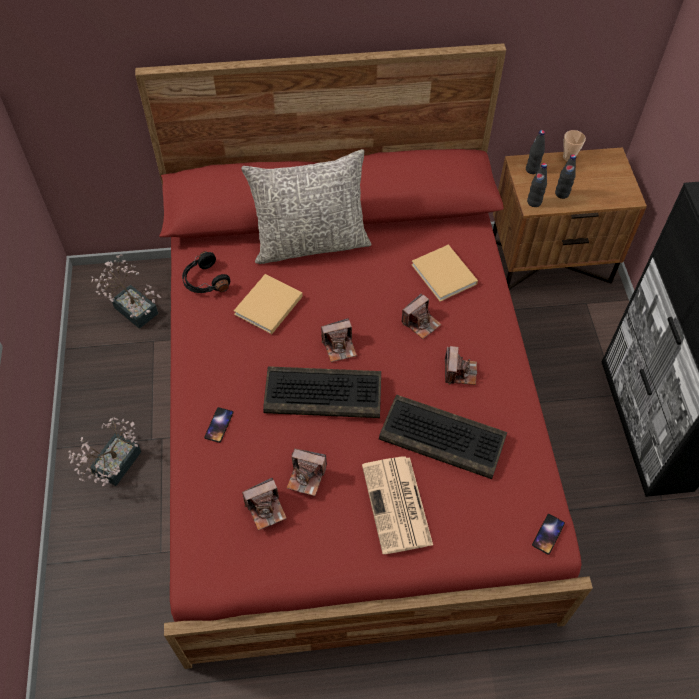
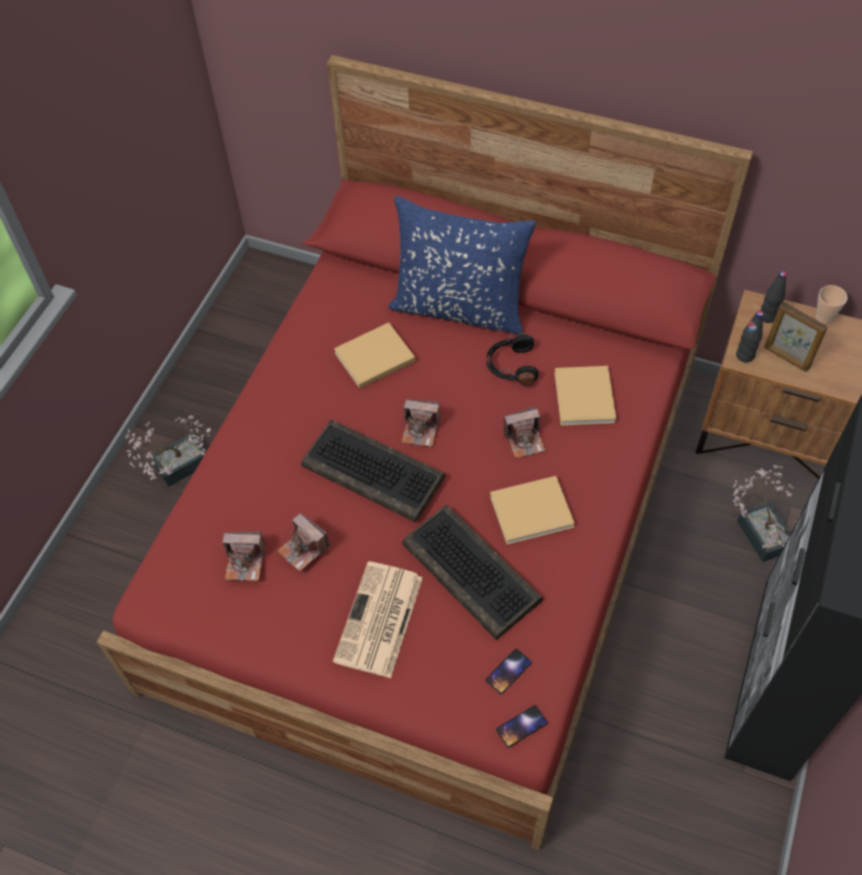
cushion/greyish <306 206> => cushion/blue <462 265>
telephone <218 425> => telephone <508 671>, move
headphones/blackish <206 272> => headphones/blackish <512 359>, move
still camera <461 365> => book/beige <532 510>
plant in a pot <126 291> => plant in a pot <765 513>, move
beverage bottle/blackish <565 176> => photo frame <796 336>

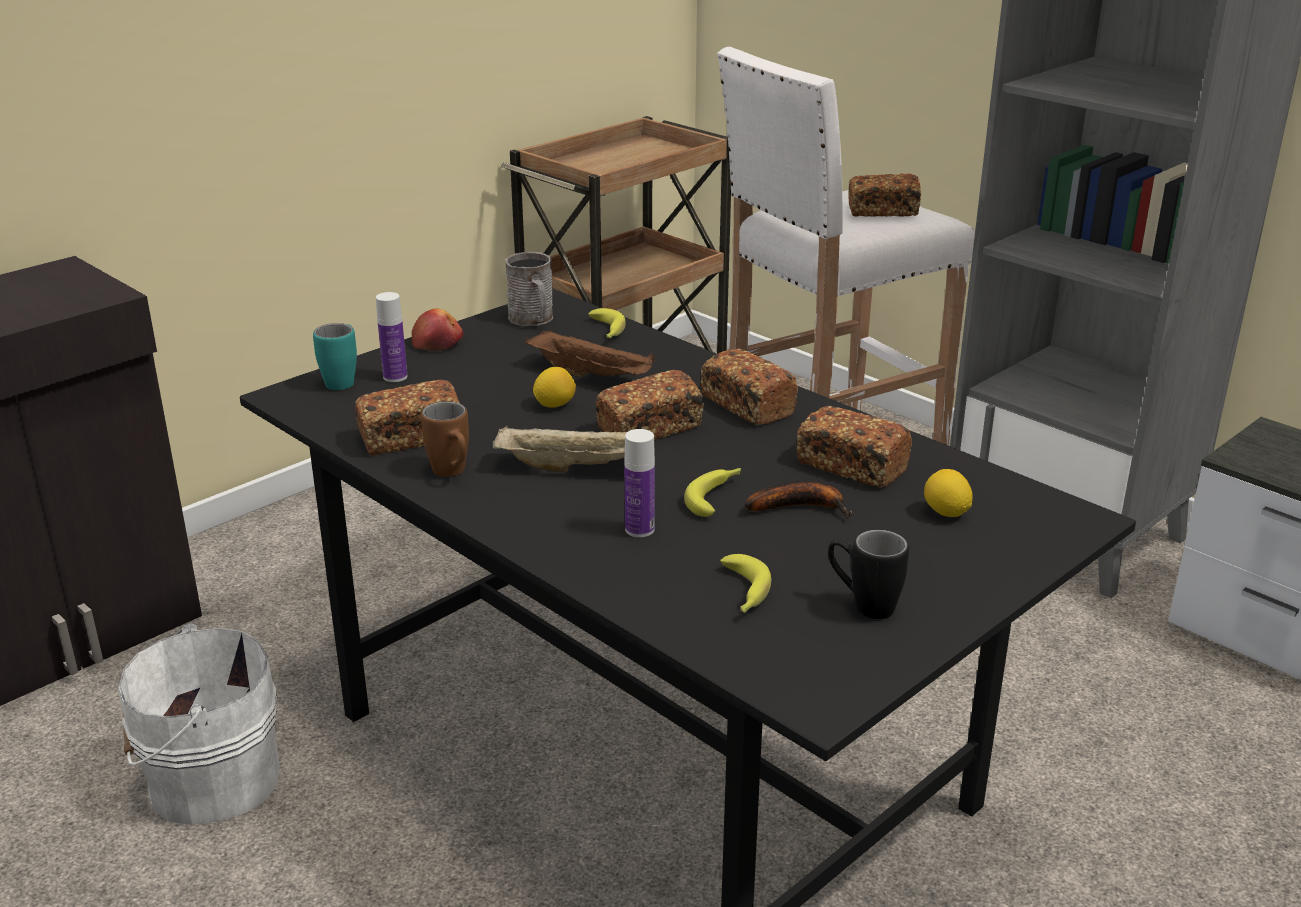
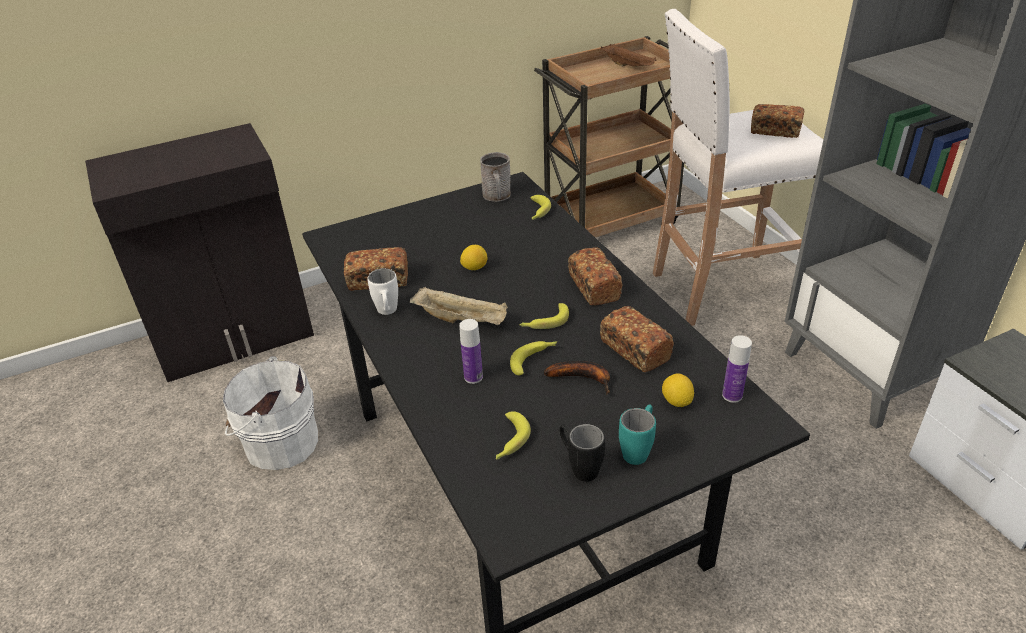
tea mug/brownish <445 439> => tea mug/white-coloured <382 291>
nothing => banana <544 316>
tray/brownish <590 354> => tray/brownish <628 55>, move
tea mug/turquoise <335 356> => tea mug/turquoise <637 434>, move
beverage bottle <391 337> => beverage bottle <737 369>, move
apple fruit <437 330> => nothing
bread <650 405> => nothing

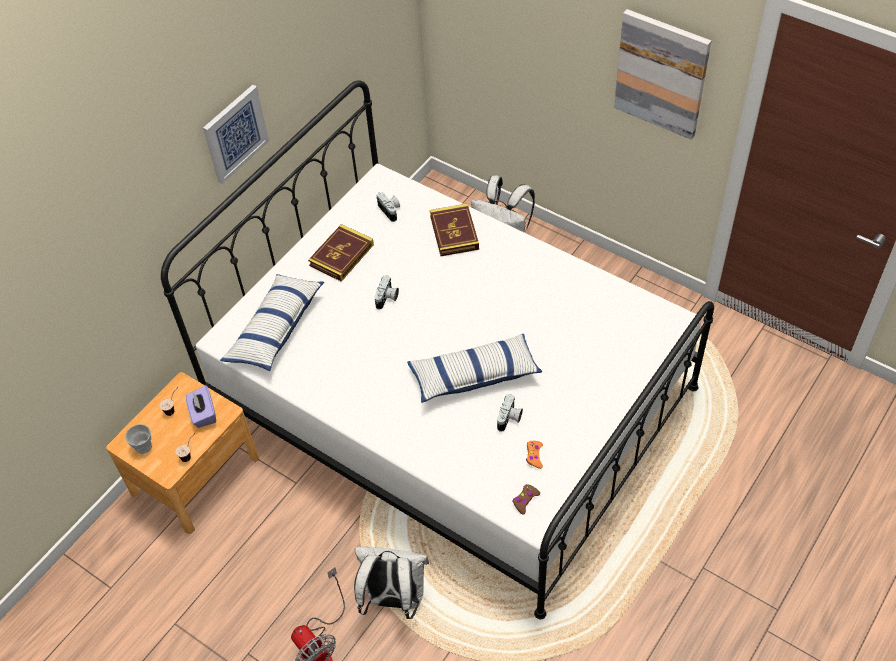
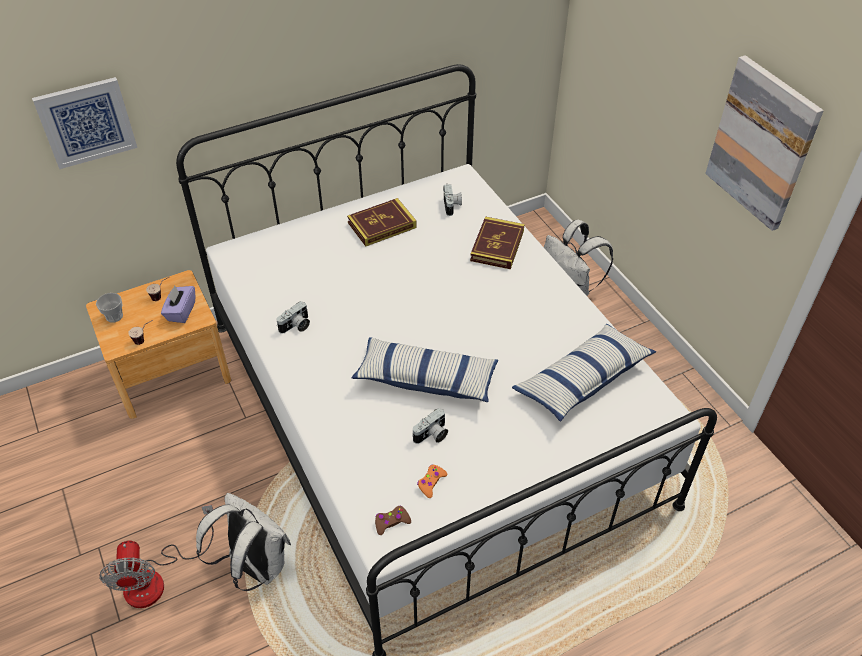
wall art <236 134> => wall art <84 123>, move
still camera <386 292> => still camera <293 317>, move
cushion <272 322> => cushion <584 373>, move

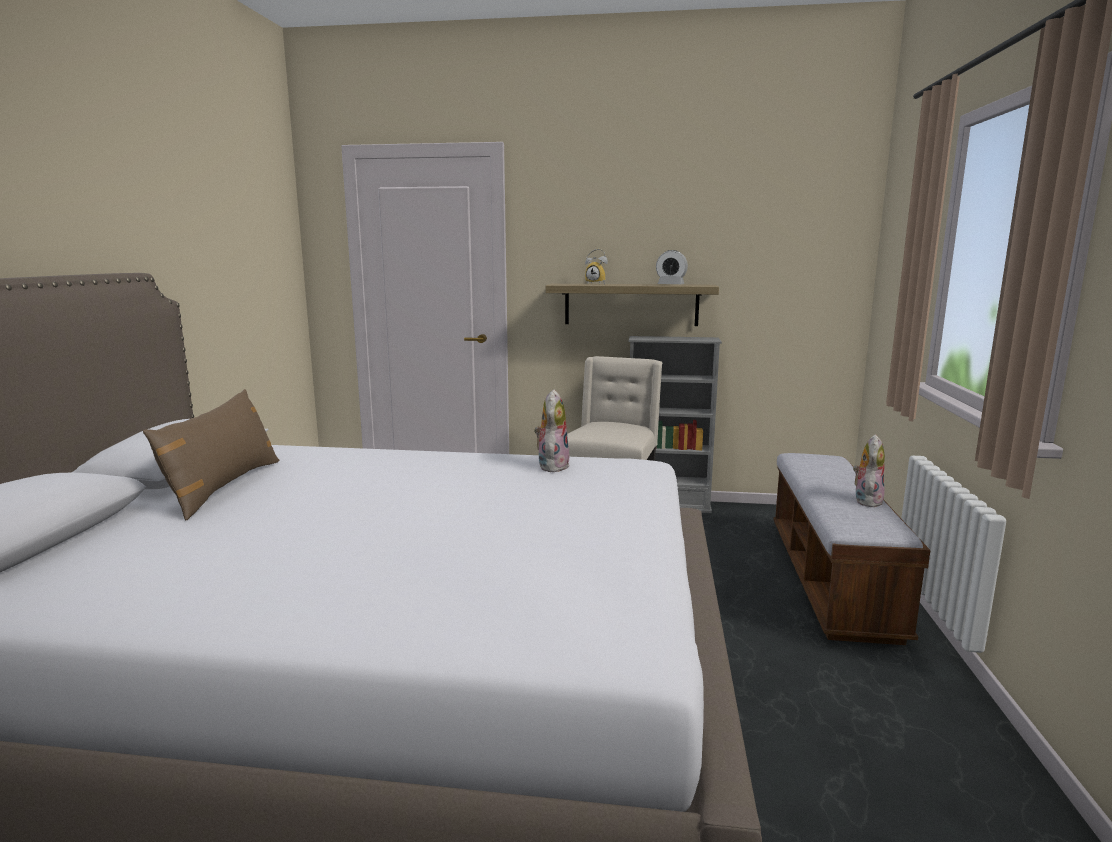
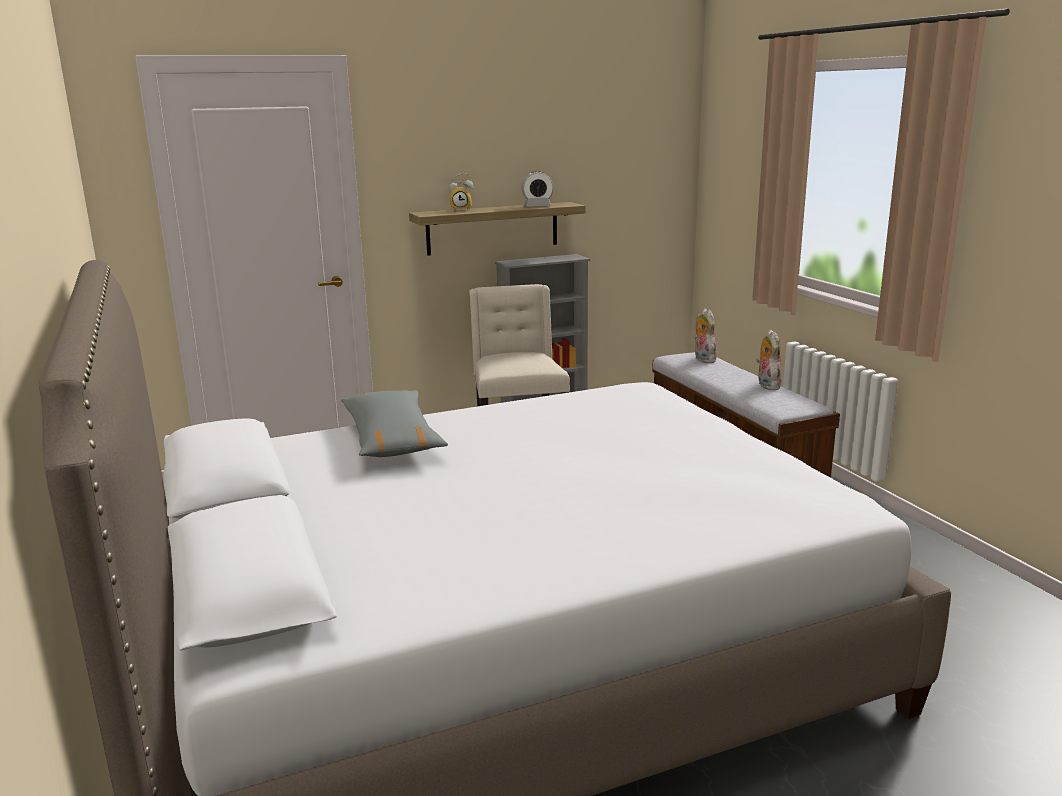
nothing => cushion/greyish <394 423>
plush toy <551 431> => plush toy <706 335>, move
cushion/brownish <211 455> => nothing

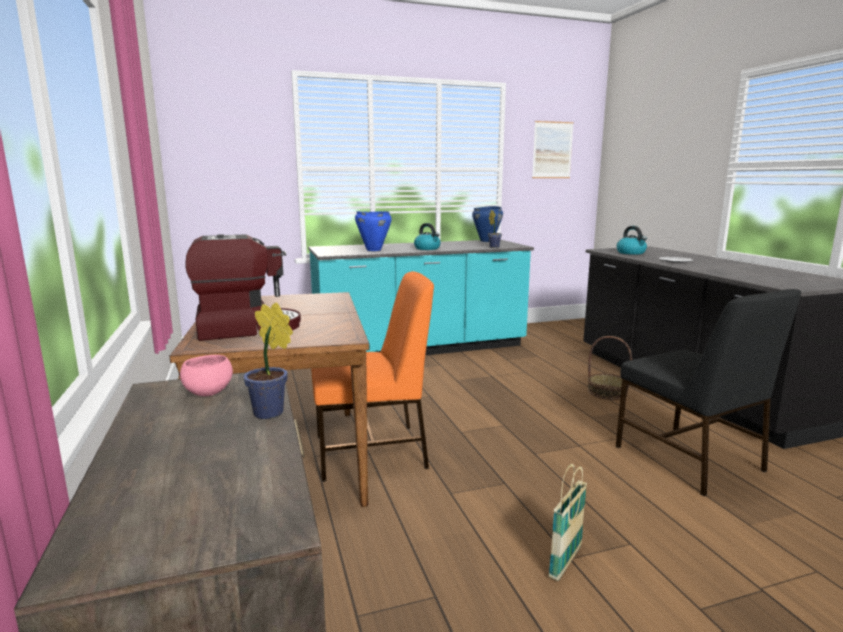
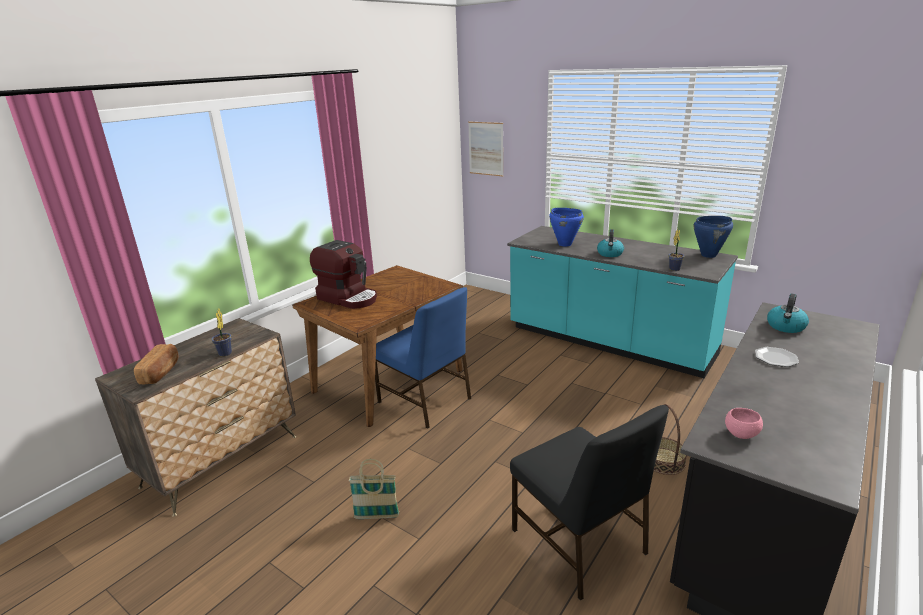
nothing => bread <156 364>
chair/orangey <372 376> => chair/blue <423 358>
wall art <553 149> => wall art <486 149>, move
chair/blackish <708 392> => chair/blackish <589 502>, 60 degrees counterclockwise
deep dish/pinkish <206 375> => deep dish/pinkish <744 423>, move

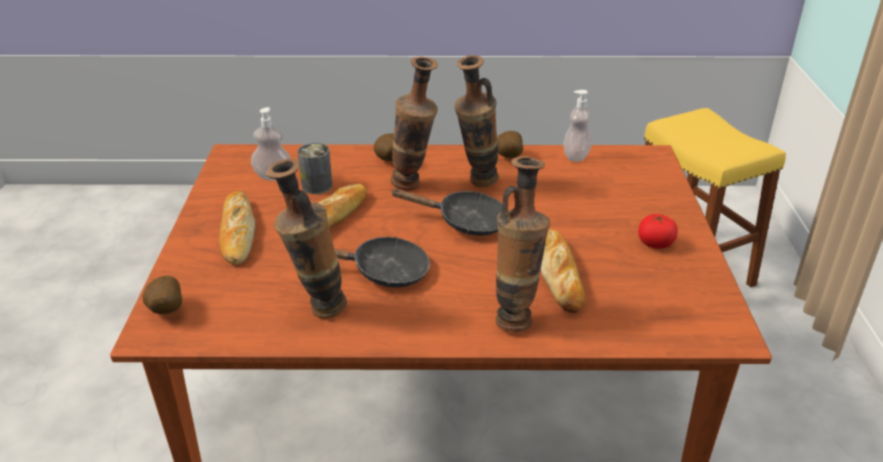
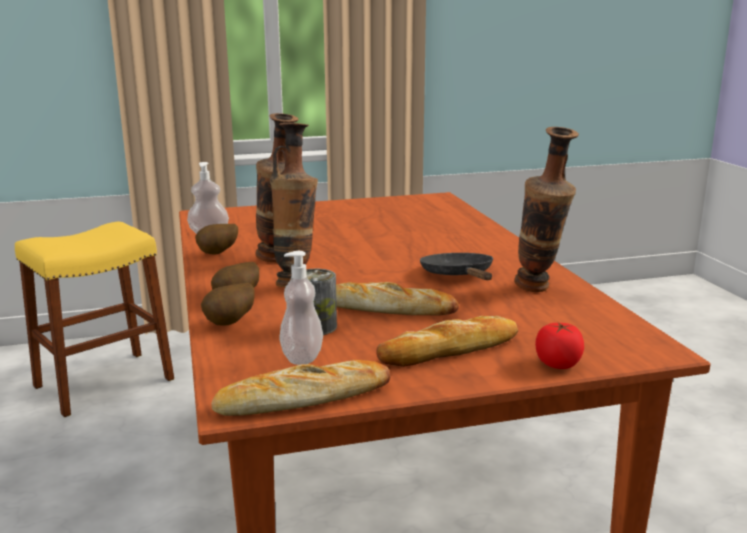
potato <162 295> => potato <228 304>, move
bread <563 271> => bread <301 388>, move
whole tomato <658 231> => whole tomato <559 345>, move
pan/blackish <446 212> => nothing
vase <522 244> => nothing

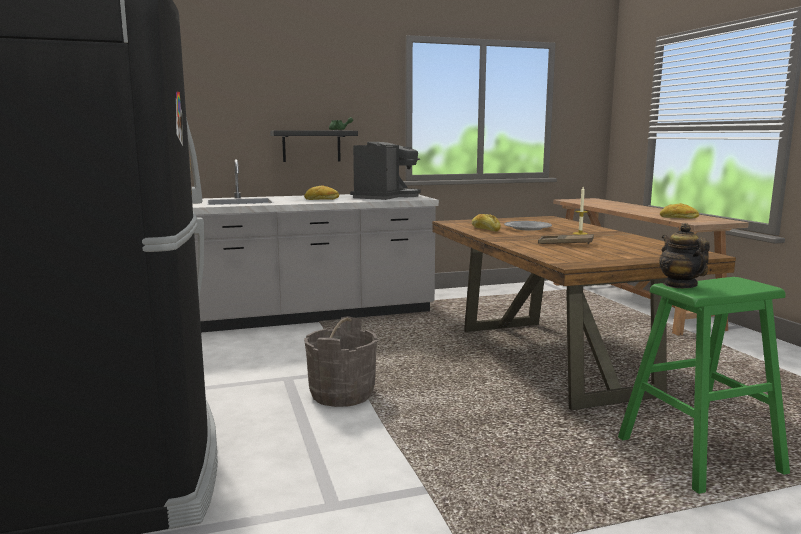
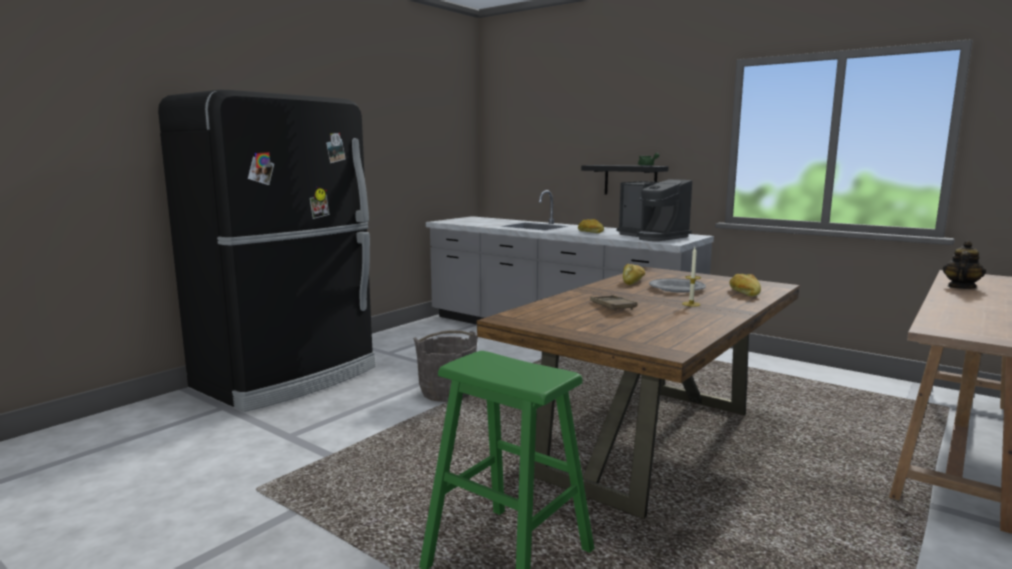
coffee brewer <385 171> => coffee brewer <654 210>, 60 degrees clockwise
bread <679 211> => bread <745 285>, move
pot for tea <684 255> => pot for tea <964 265>, move

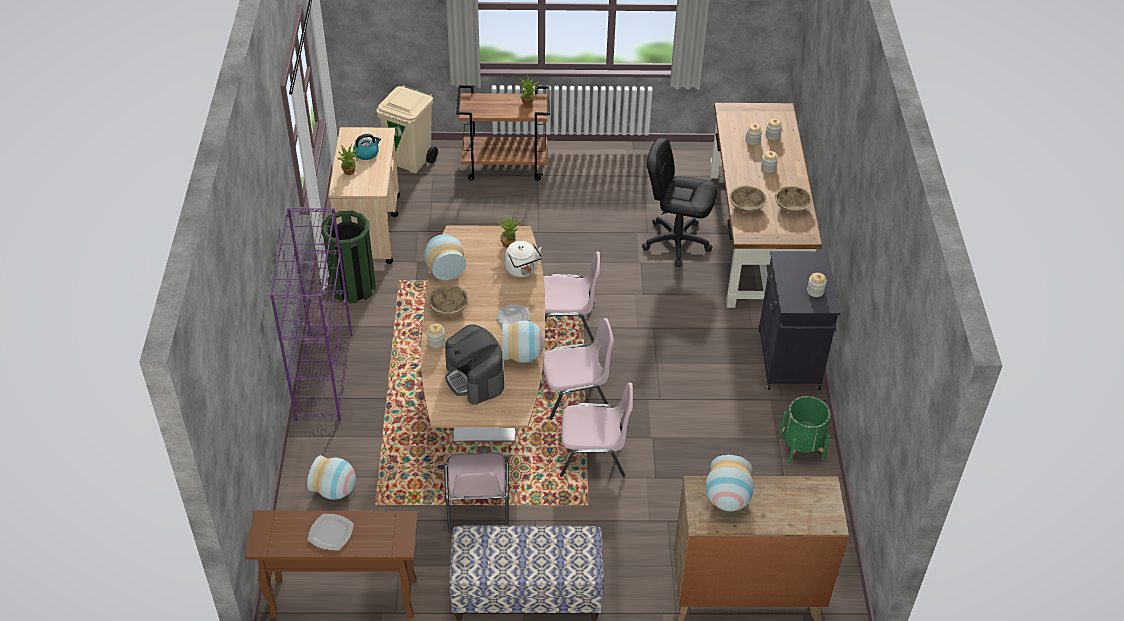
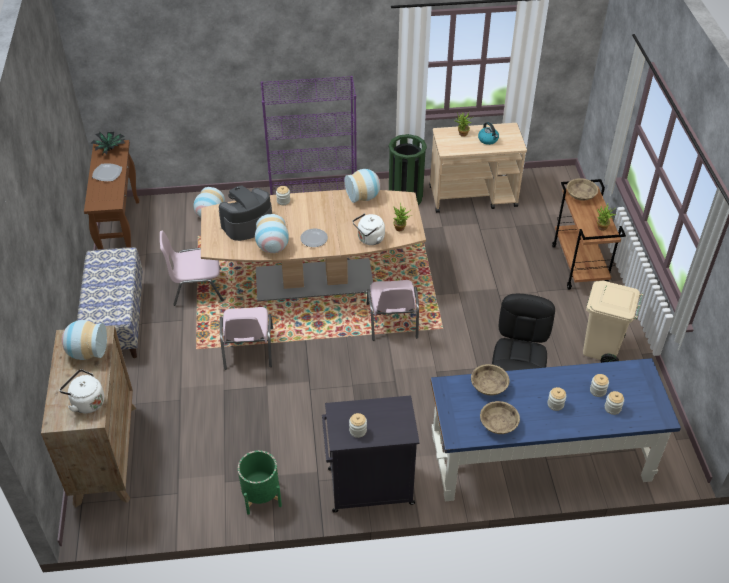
nothing => kettle/white-coloured <82 391>
nothing => plant in a pot <107 144>
desk/brownish <766 205> => desk/blue <555 429>
deep dish/beige <448 300> => deep dish/beige <582 189>, move
waste bin/beige <407 129> => waste bin/beige <613 322>, move
chair/pinkish <578 369> => nothing

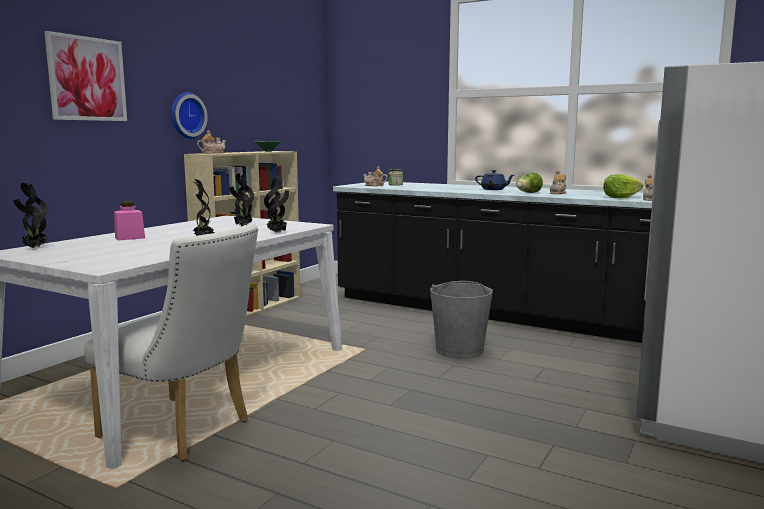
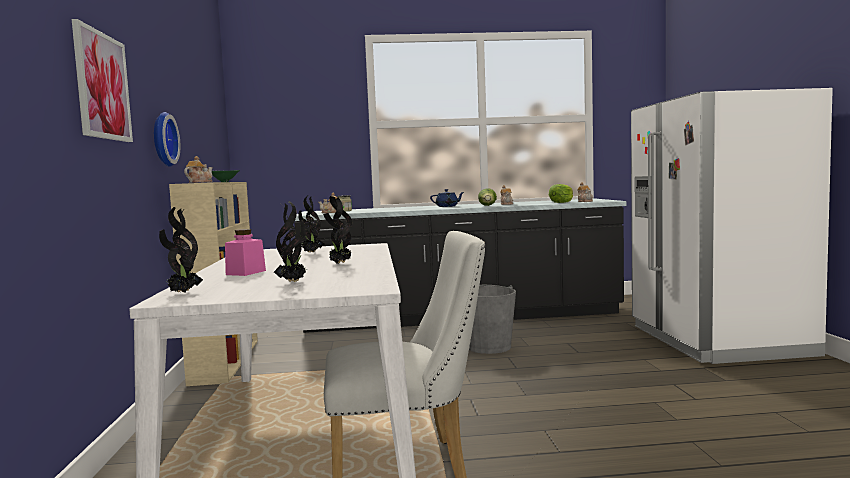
plant in a pot <276 204> => plant in a pot <290 241>, move

